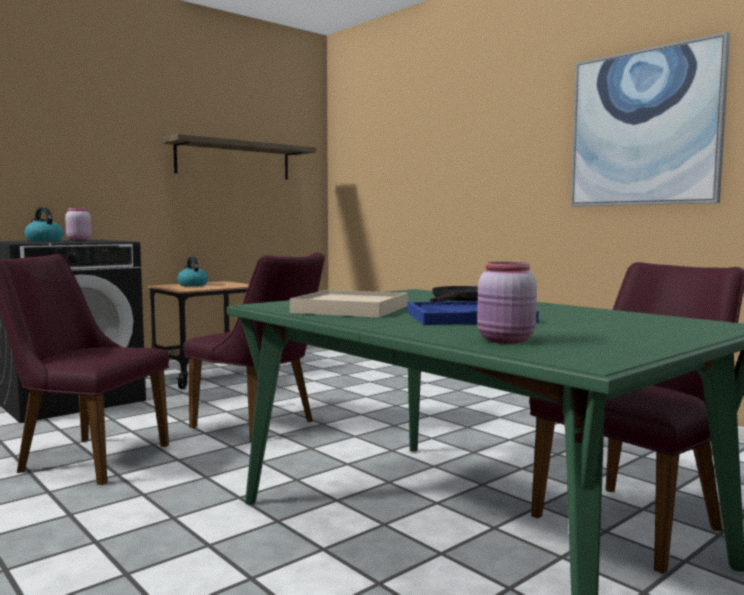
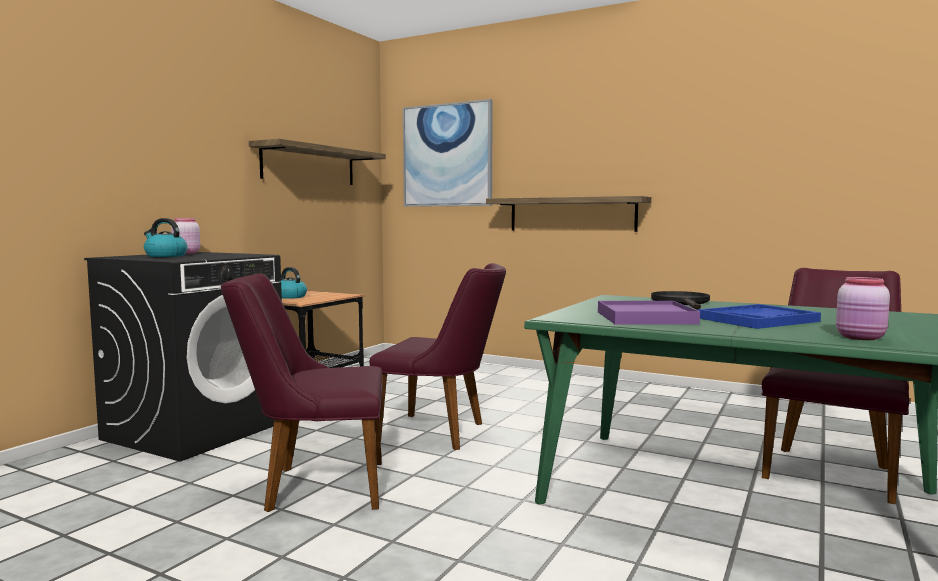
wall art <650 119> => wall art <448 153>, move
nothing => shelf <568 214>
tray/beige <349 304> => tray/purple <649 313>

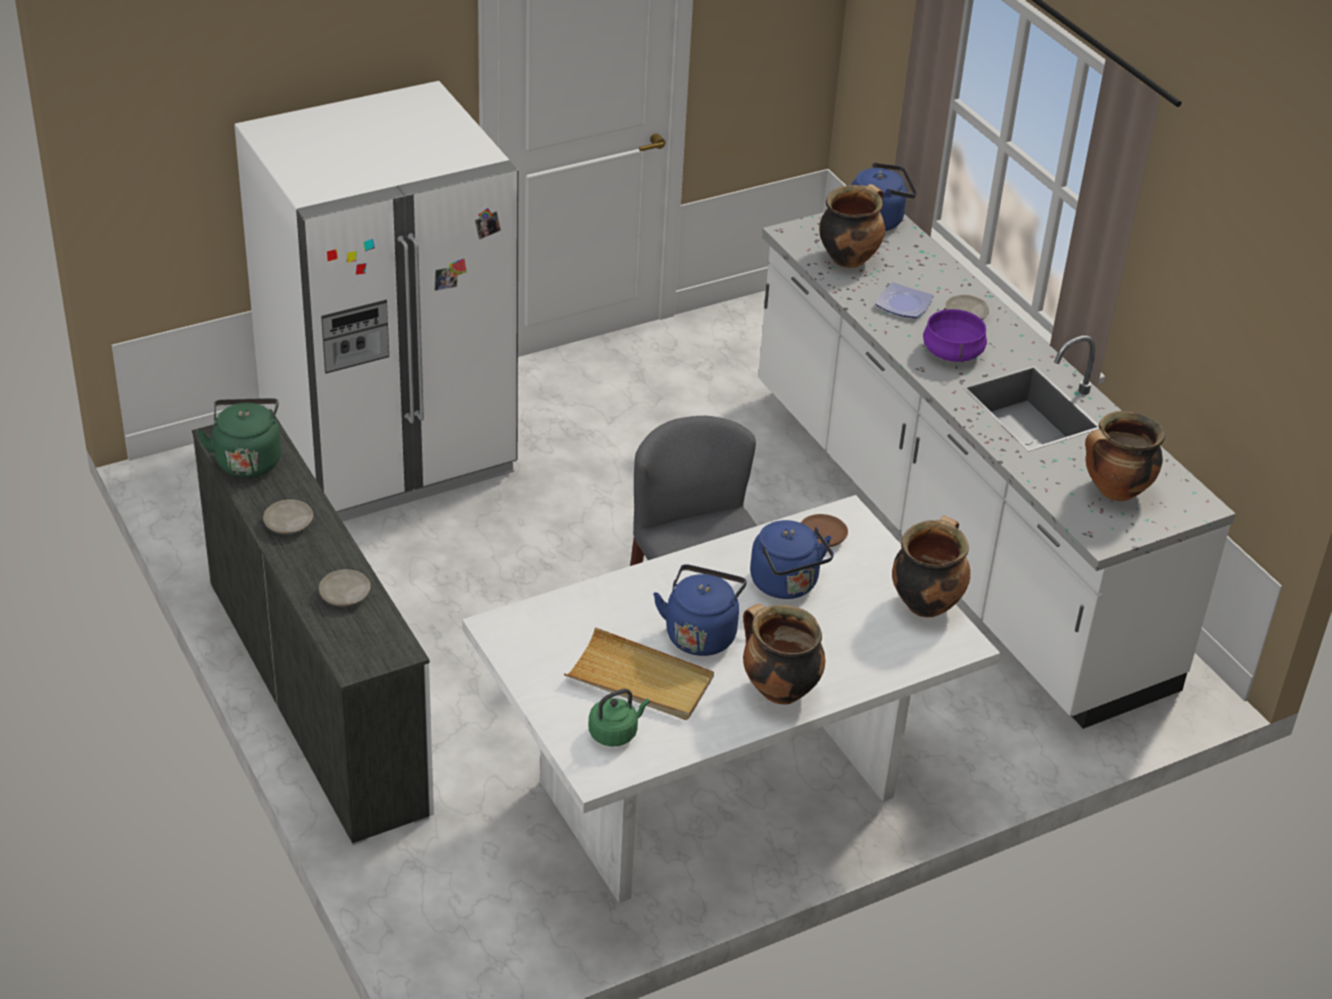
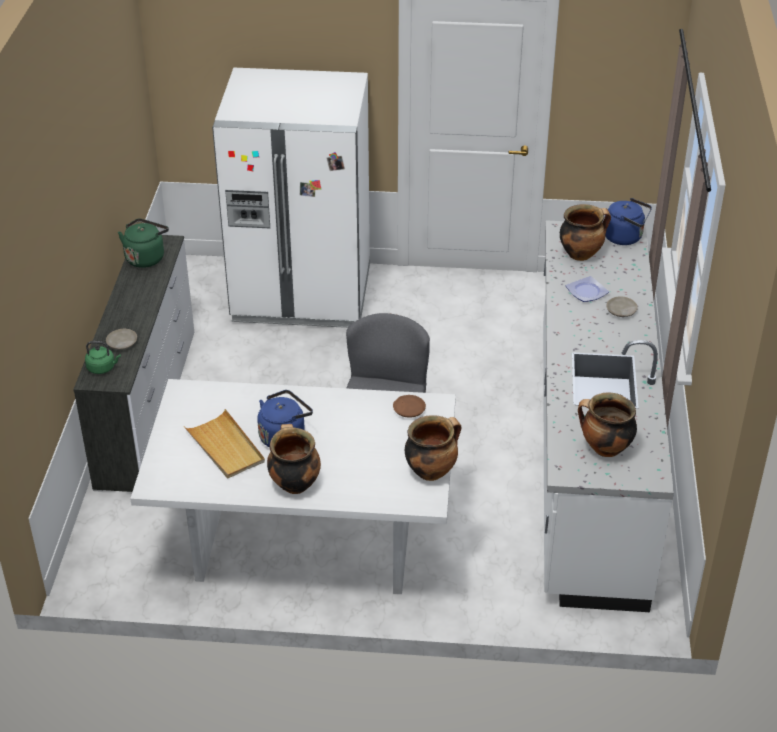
kettle/green-coloured <619 717> => kettle/green-coloured <103 357>, move
flat dish/beige <288 516> => nothing
kettle/blue <792 559> => nothing
saucepot/purple <955 335> => nothing

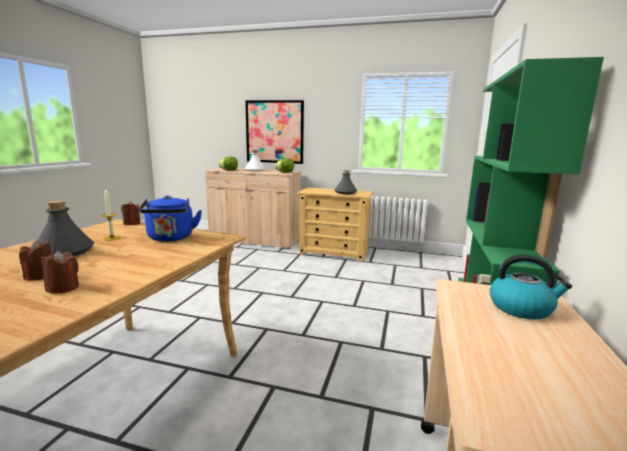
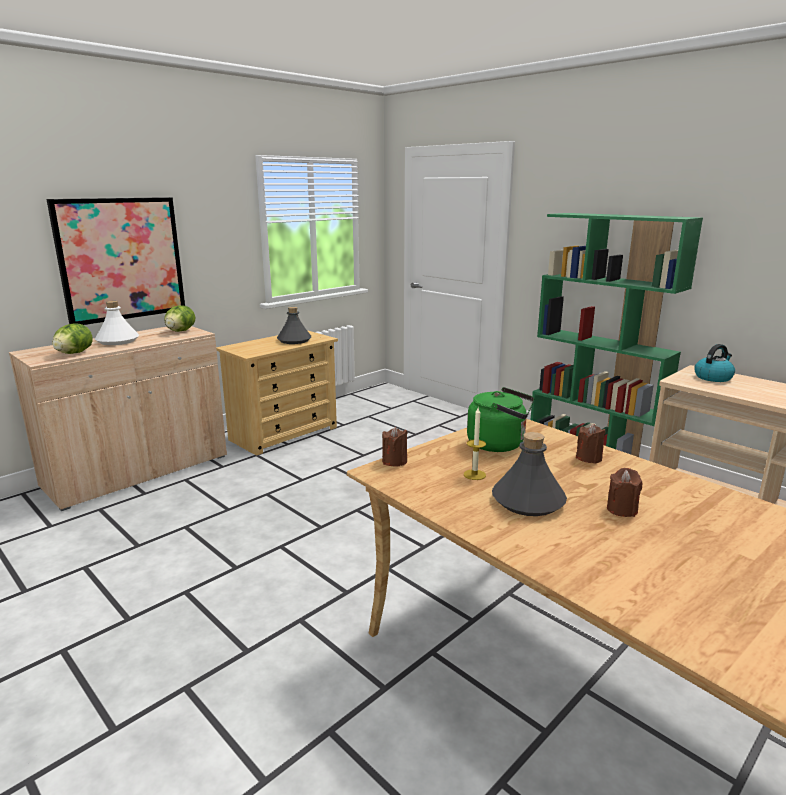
kettle/blue <170 218> => kettle/green-coloured <500 419>
wax candle/brownish <60 272> => wax candle/brownish <591 444>, move

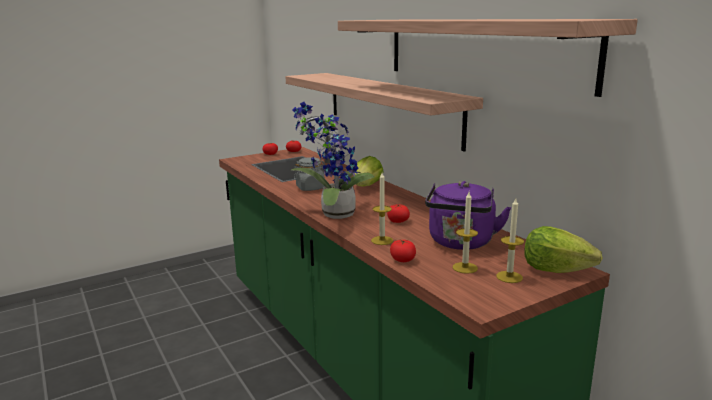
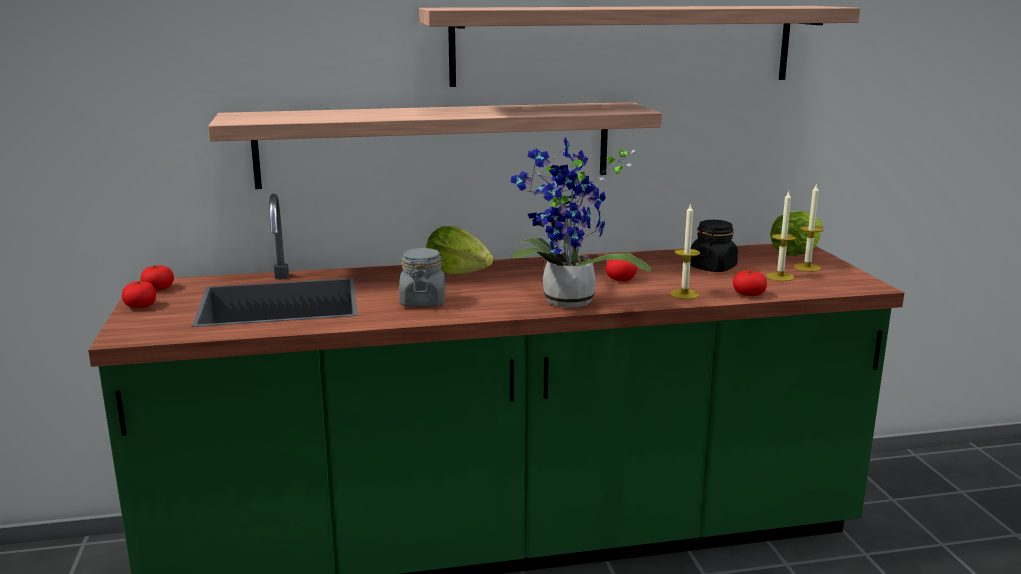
kettle/purple <468 215> => jar/blackish <714 246>

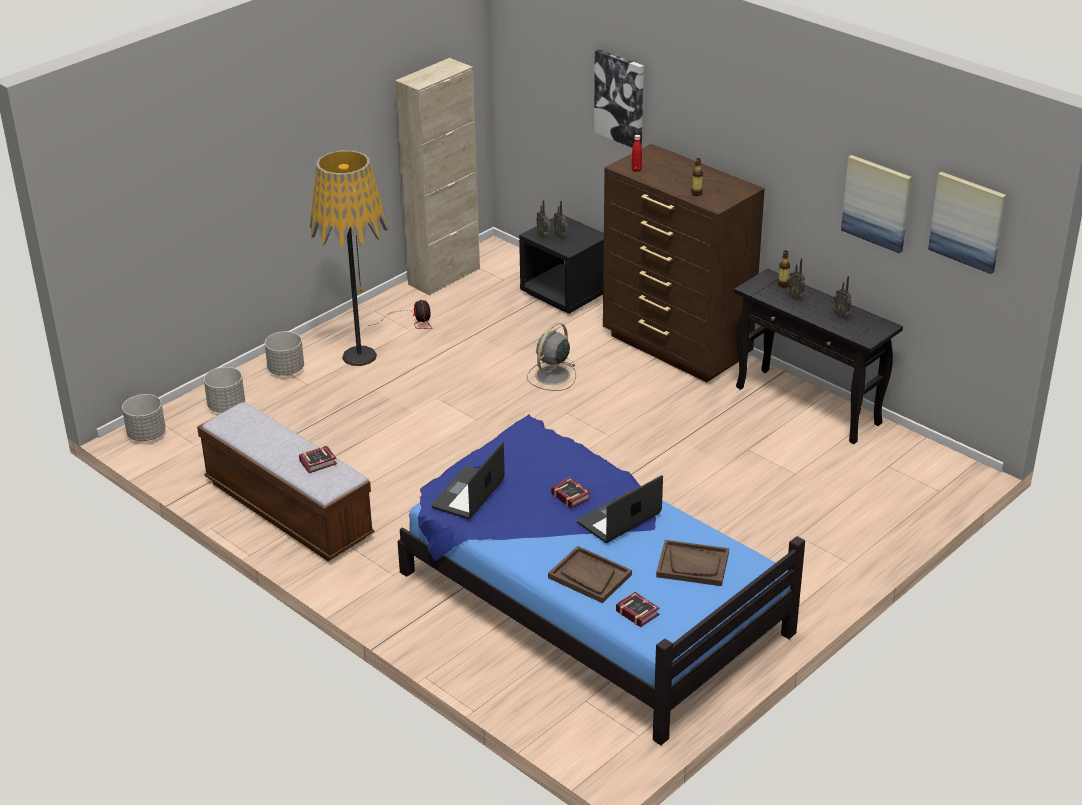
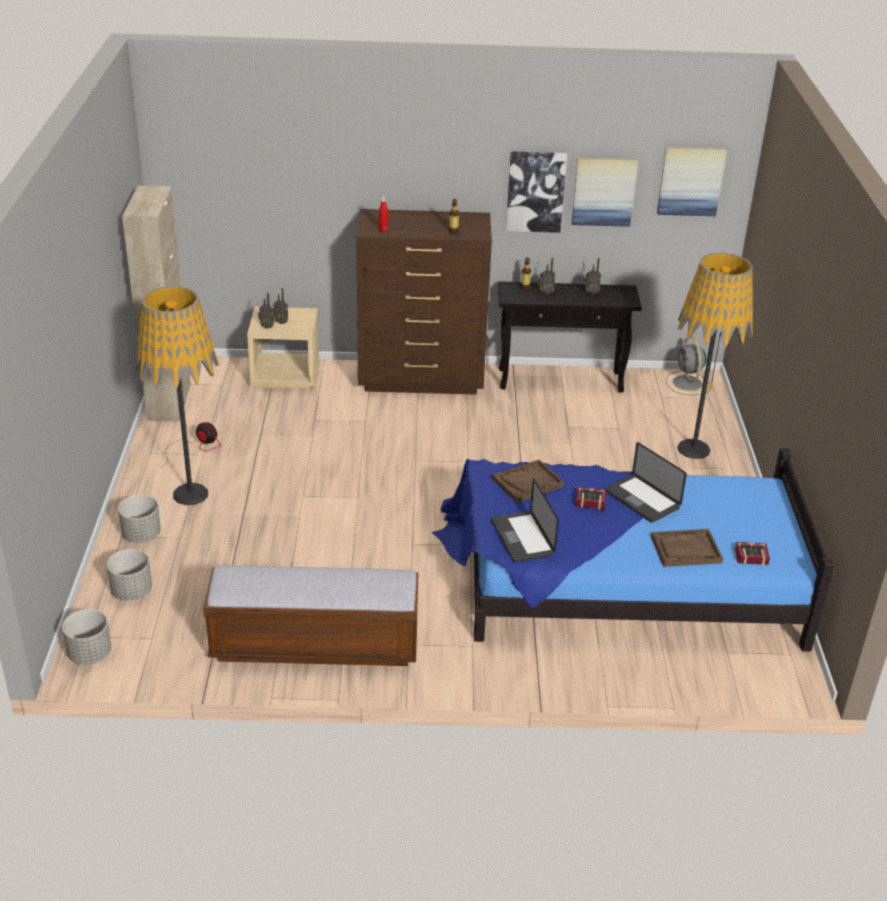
nightstand/blackish <561 264> => nightstand/beige <283 348>
tray/brownish <692 563> => tray/brownish <528 481>, move
wall art <619 98> => wall art <536 192>, move
notebook computer <620 509> => notebook computer <646 482>, 45 degrees counterclockwise
fan/greyish <551 357> => fan/greyish <688 365>, move
nothing => standing lamp <715 356>
book <318 459> => nothing

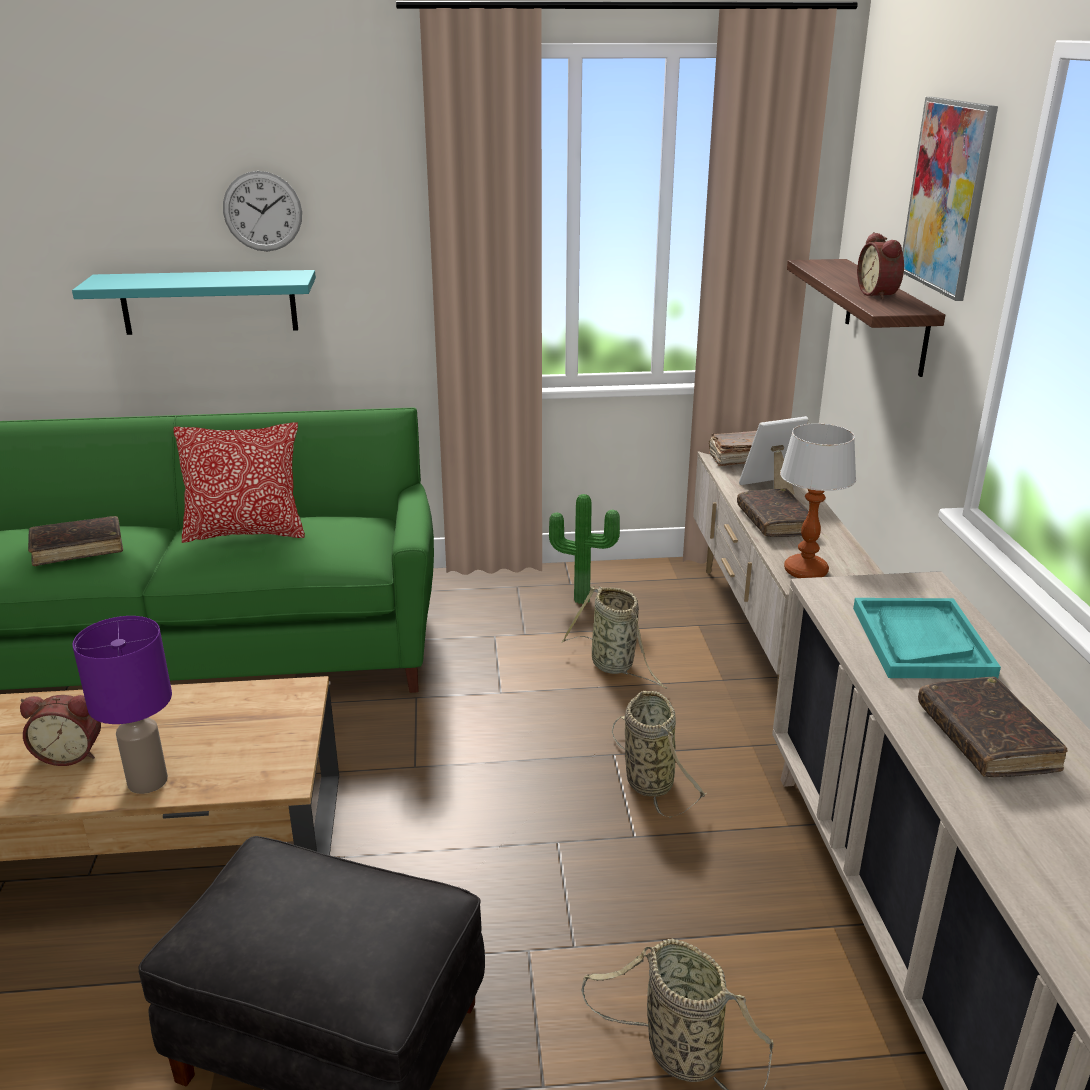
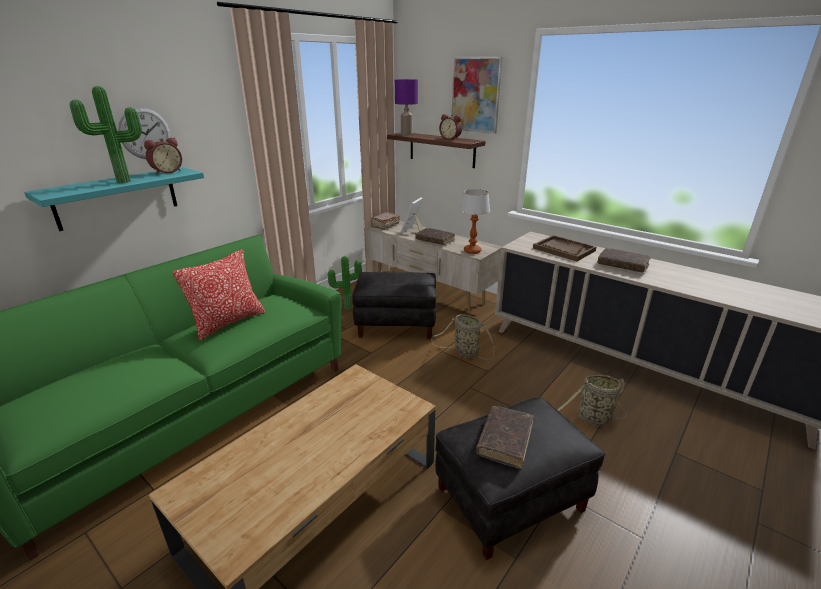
nothing => plant in a pot <106 134>
bedside clock <60 730> => bedside clock <163 155>, move
storage basket <614 637> => ottoman/blackish <394 305>
lamp for a table/purple <122 705> => lamp for a table/purple <406 107>, move
book/brownish <75 541> => book/brownish <504 437>, move
tray/turquoise <927 638> => tray/brownish <564 248>

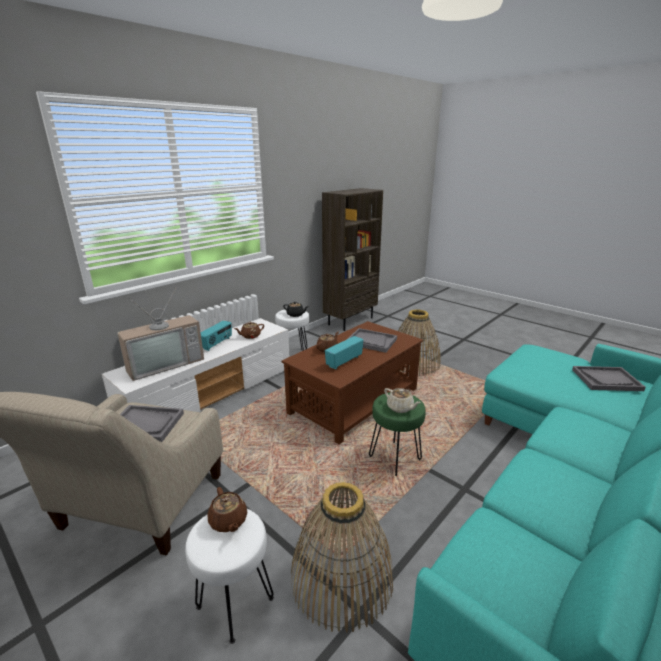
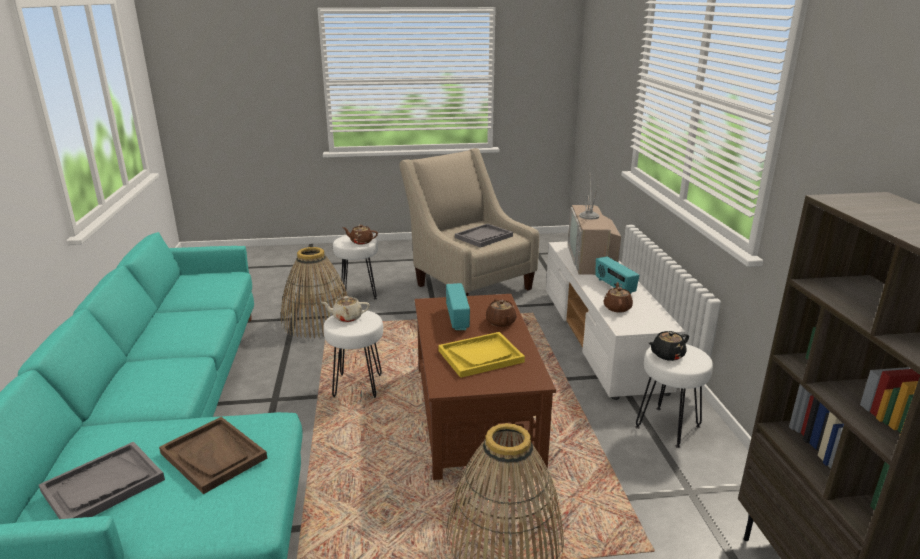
nothing => tray/brownish <213 455>
stool seat/green-coloured <397 434> => stool seat/white-coloured <353 354>
tray/greyish <372 340> => tray/yellow-coloured <481 355>

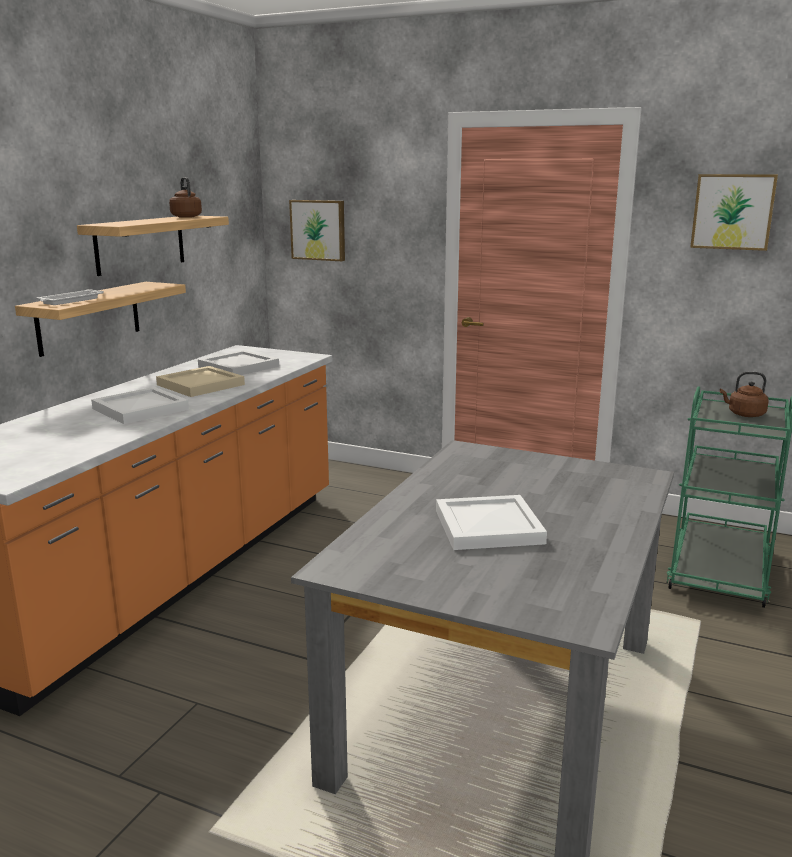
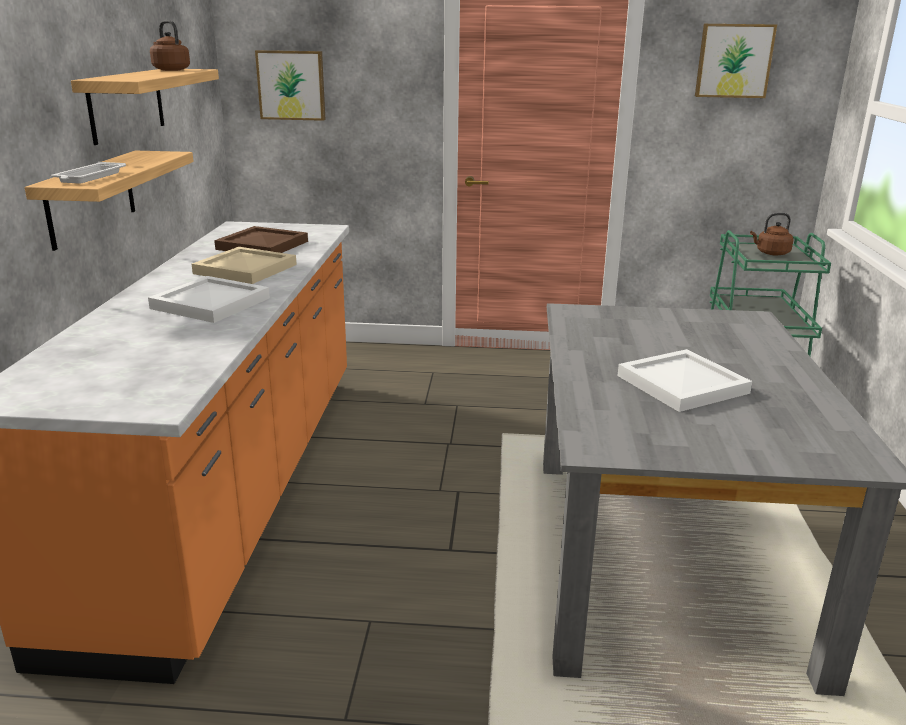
tray/white-coloured <238 362> => tray/brownish <261 239>

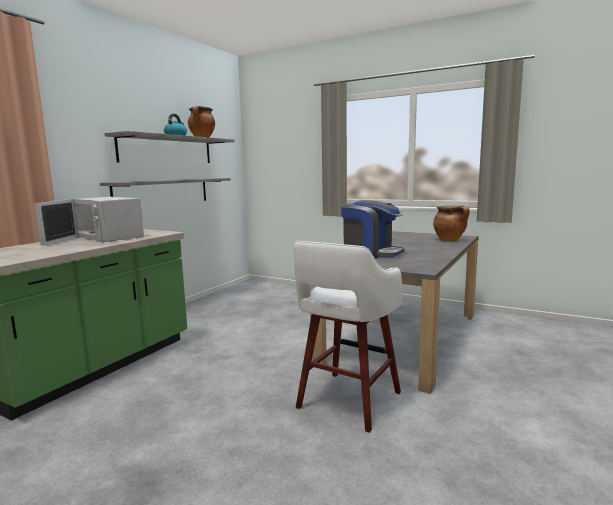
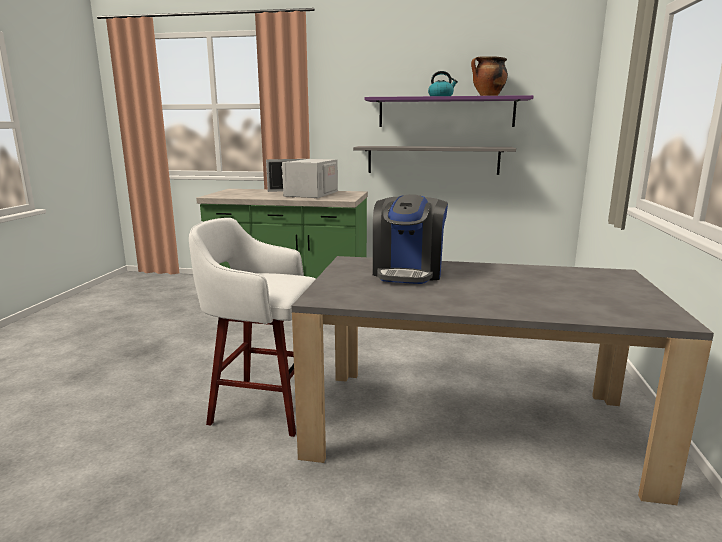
shelf/greyish <169 147> => shelf/purple <449 111>
saucepot <451 223> => nothing

